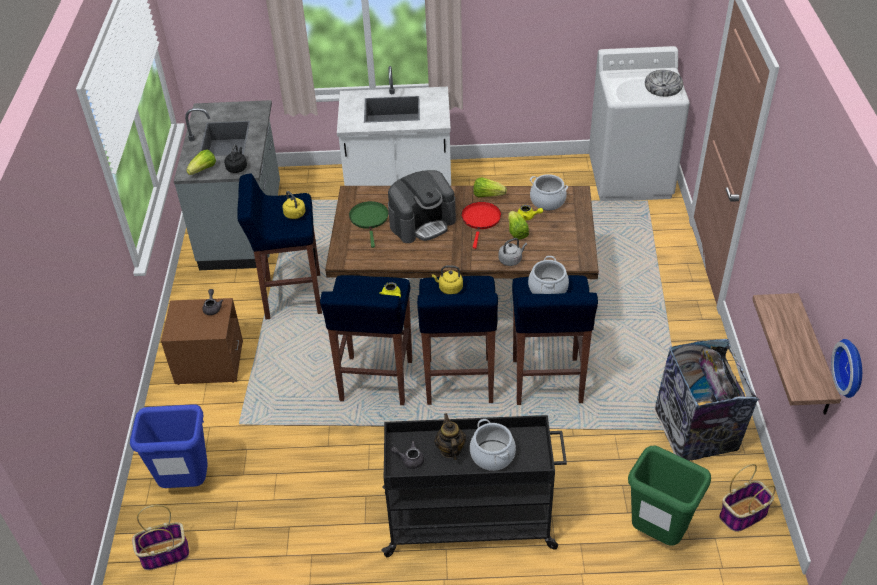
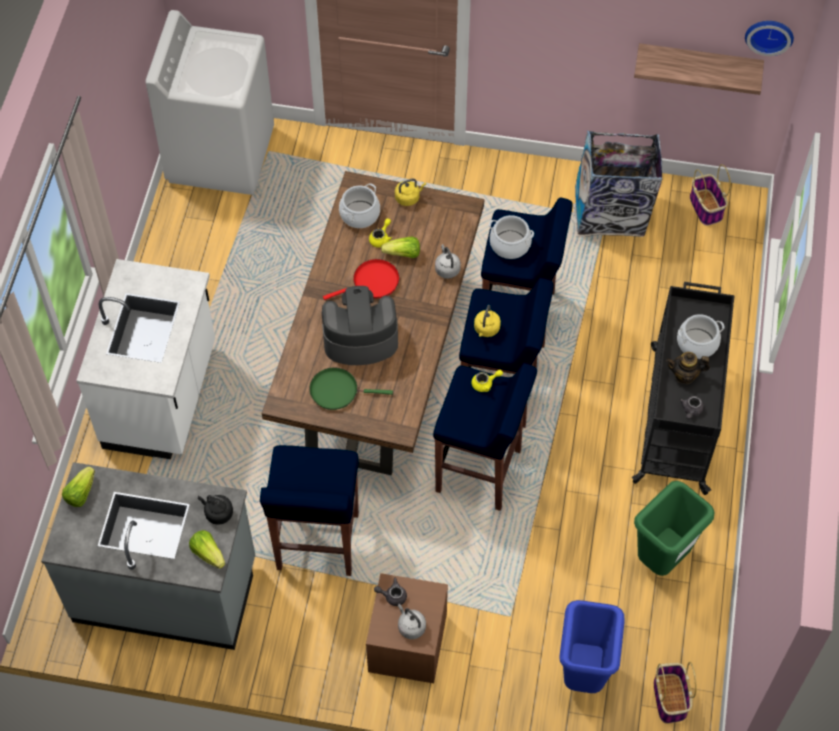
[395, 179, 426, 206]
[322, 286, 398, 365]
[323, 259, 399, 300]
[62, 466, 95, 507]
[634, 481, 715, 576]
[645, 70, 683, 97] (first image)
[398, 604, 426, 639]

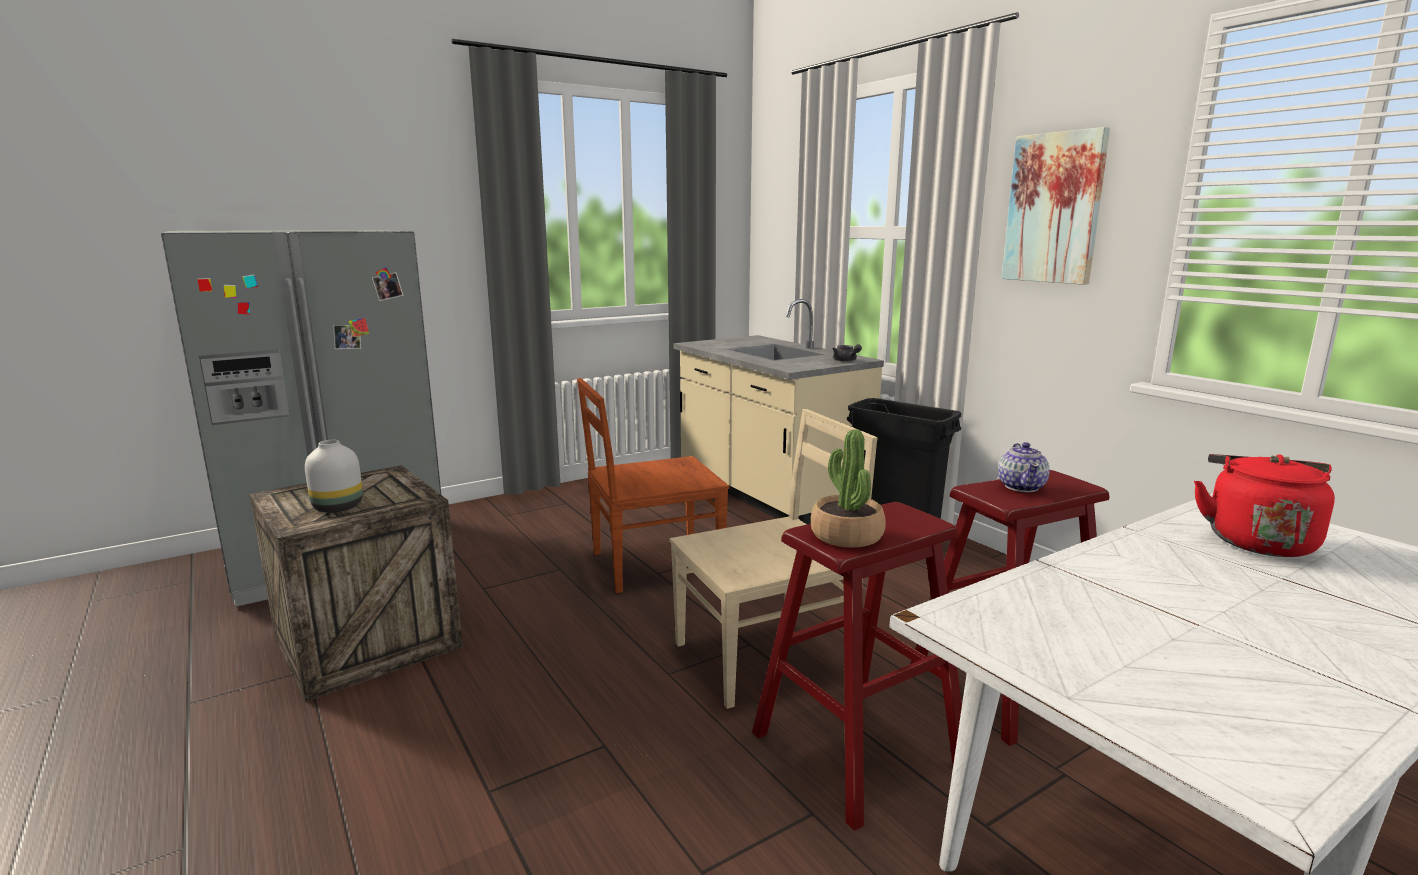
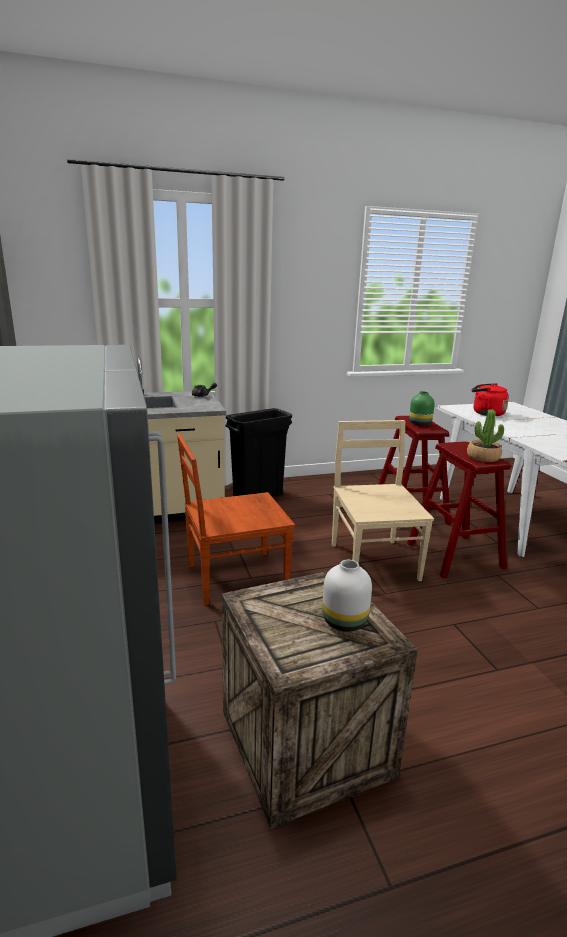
[177, 434, 295, 605]
[409, 391, 435, 426]
[1002, 127, 1110, 285] (first image)

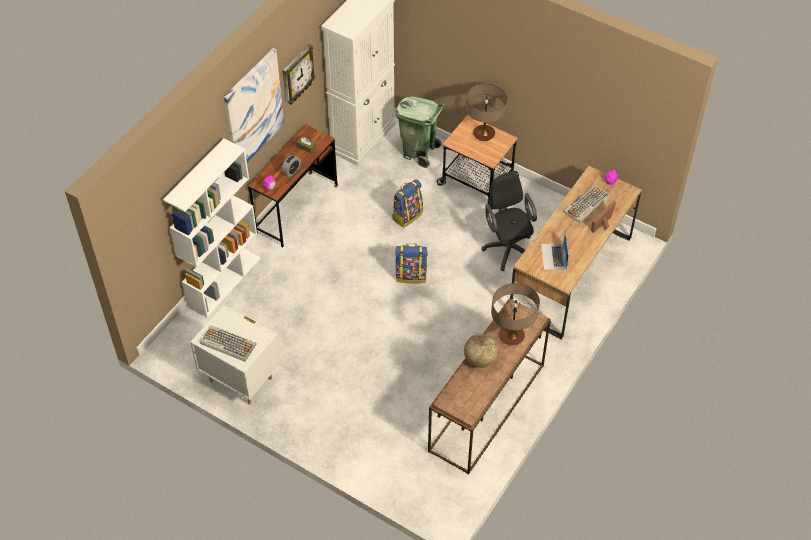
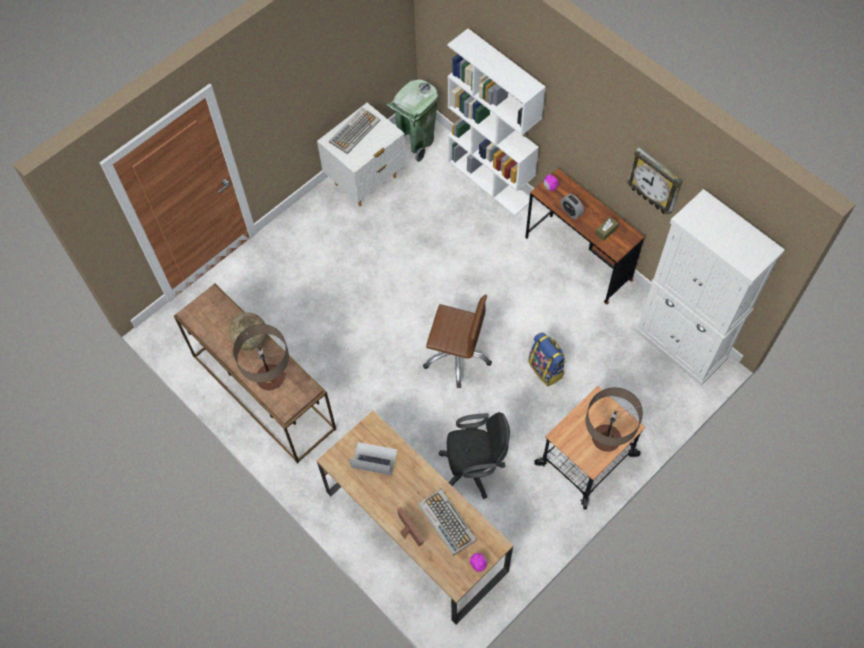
[224, 48, 284, 163] (first image)
[423, 295, 492, 388]
[387, 80, 439, 162]

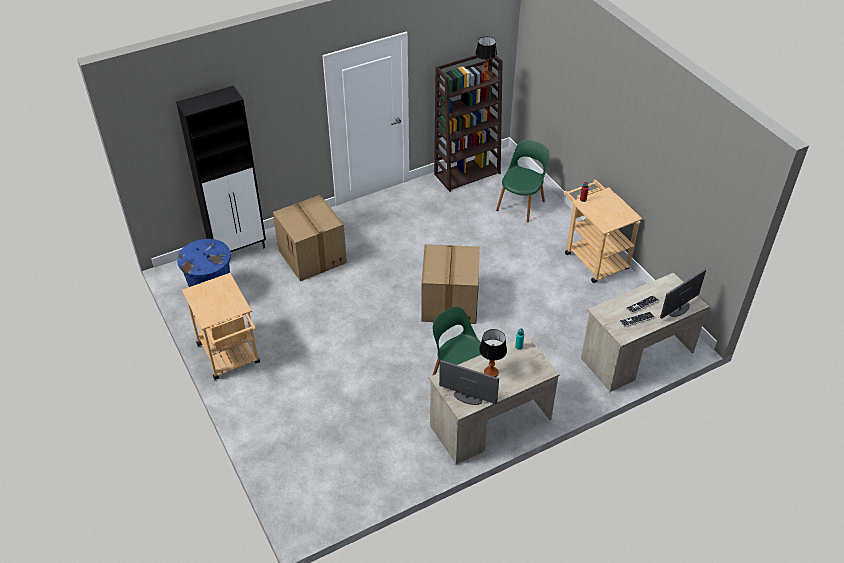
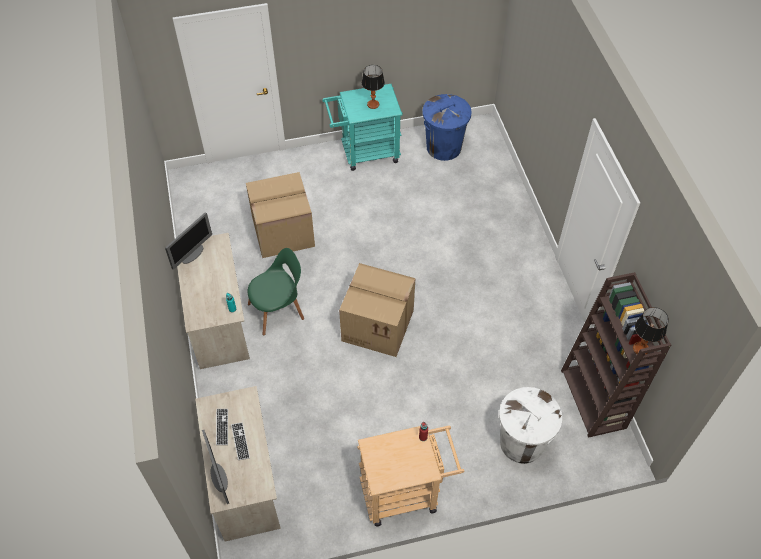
[176, 86, 266, 252] (first image)
[322, 84, 403, 171]
[246, 172, 315, 258]
[362, 65, 385, 109]
[499, 387, 562, 464]

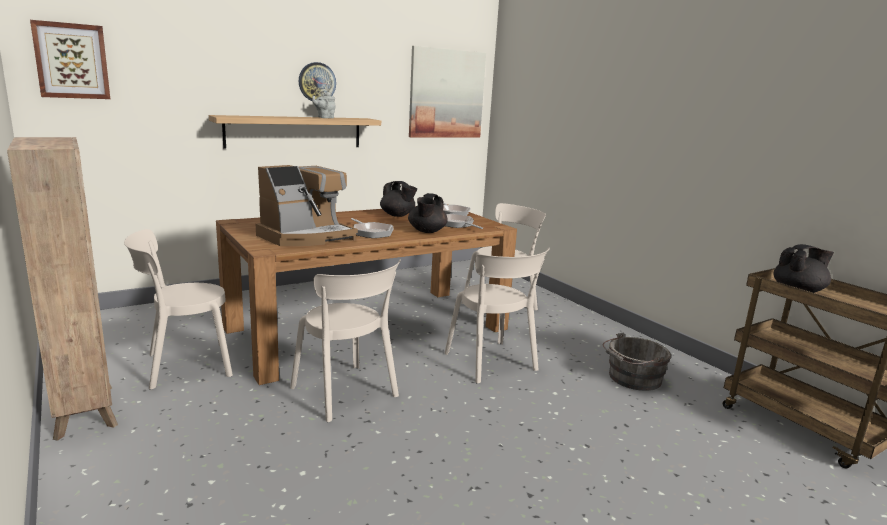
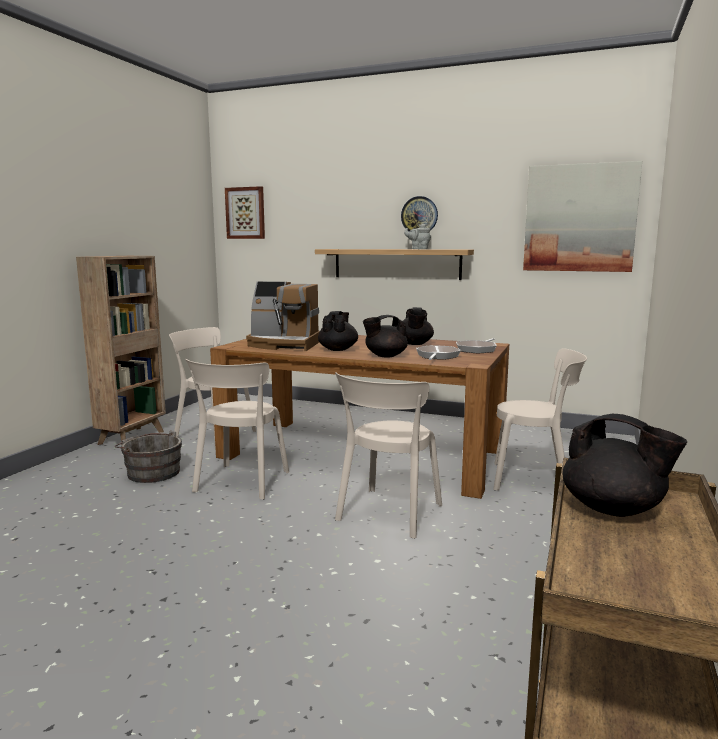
[318, 311, 358, 351]
[115, 430, 182, 483]

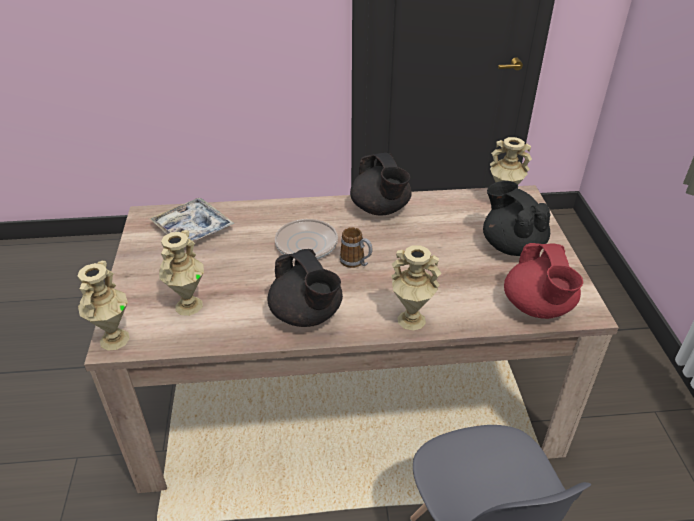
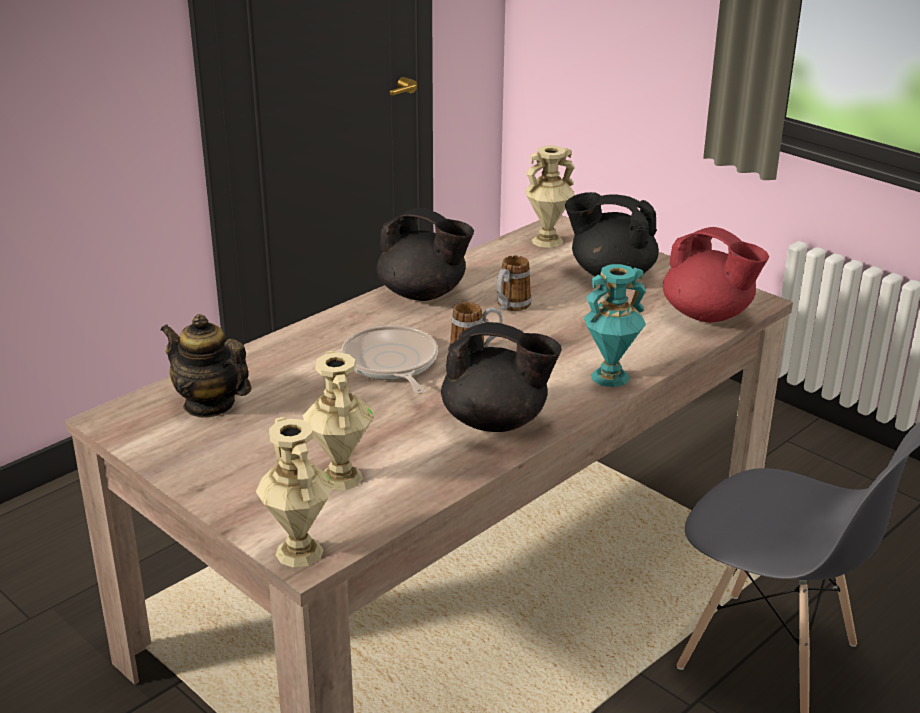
[160, 314, 251, 418]
[584, 264, 646, 387]
[497, 255, 532, 311]

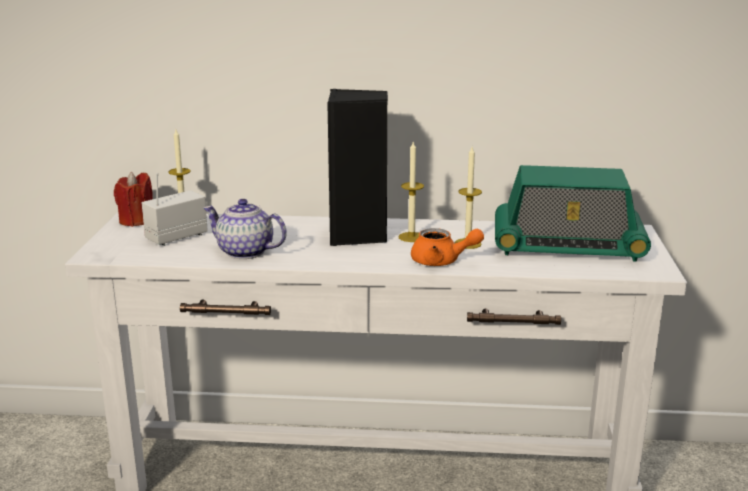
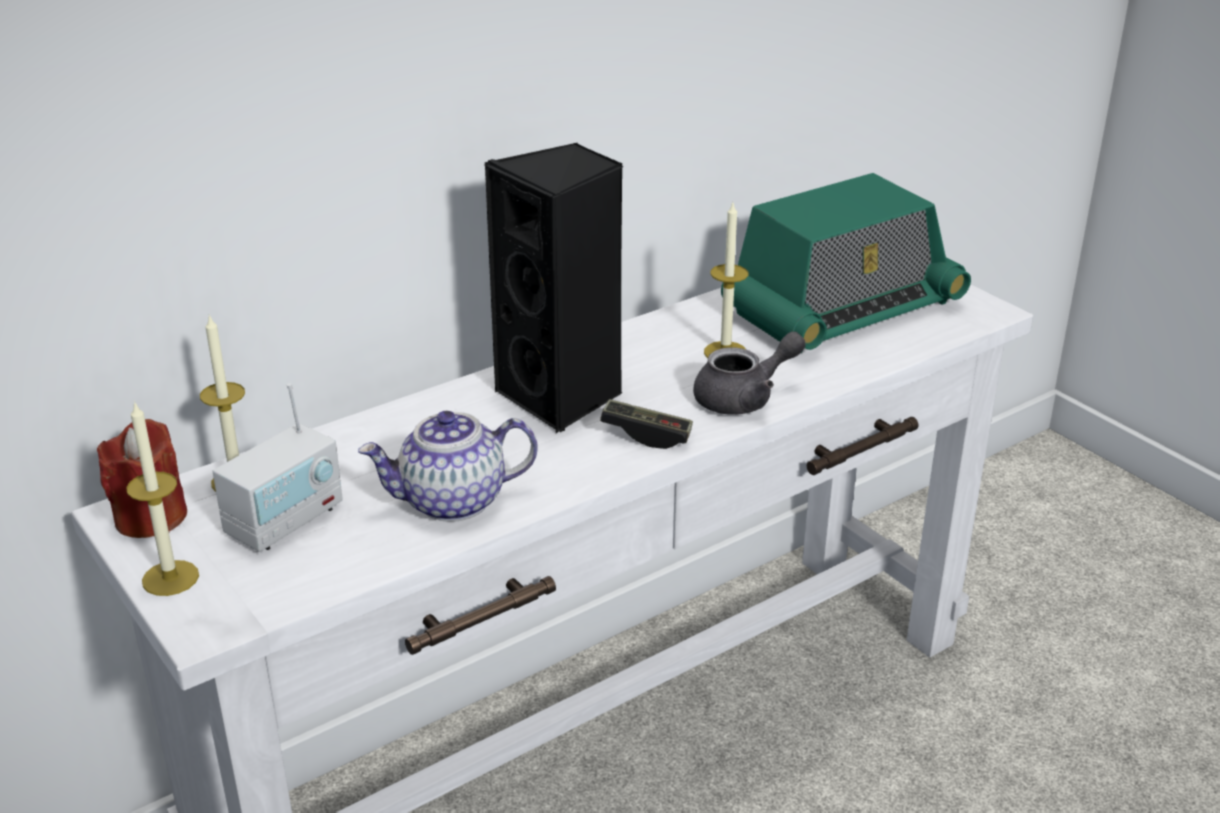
[213, 383, 343, 552]
[126, 401, 199, 596]
[693, 331, 806, 415]
[600, 399, 693, 449]

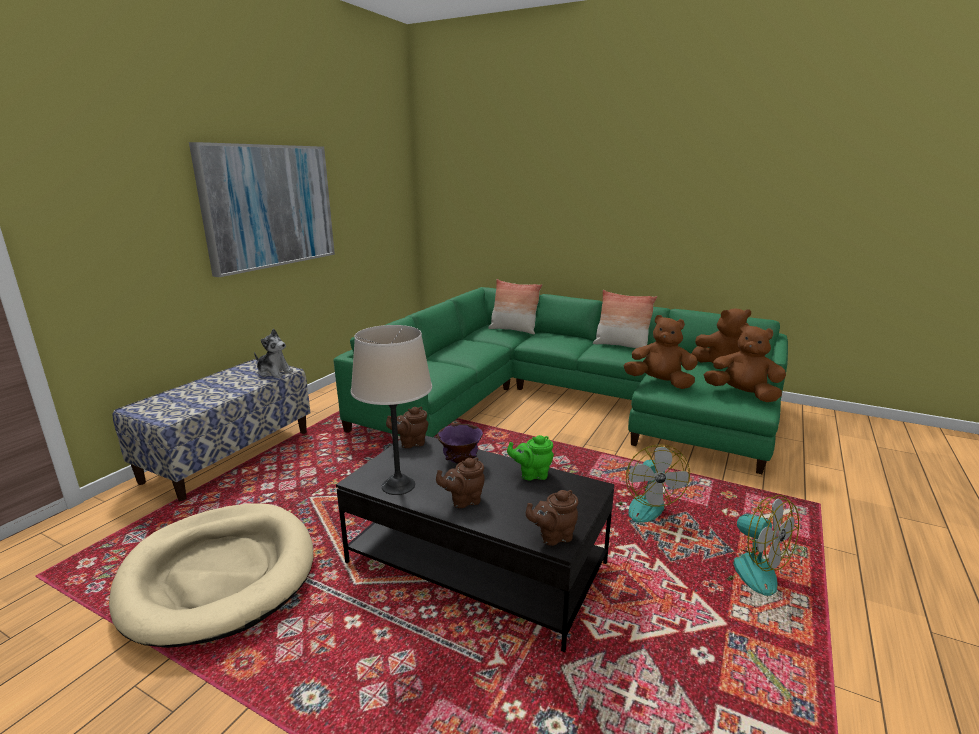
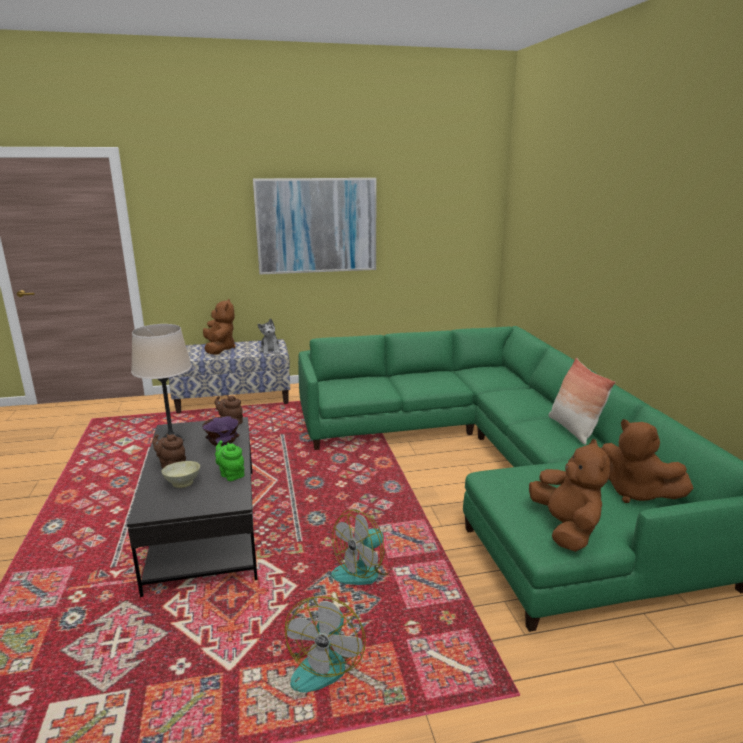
[109, 503, 314, 648] (first image)
[488, 279, 542, 334] (first image)
[526, 490, 578, 546] (first image)
[203, 299, 236, 355]
[161, 461, 200, 488]

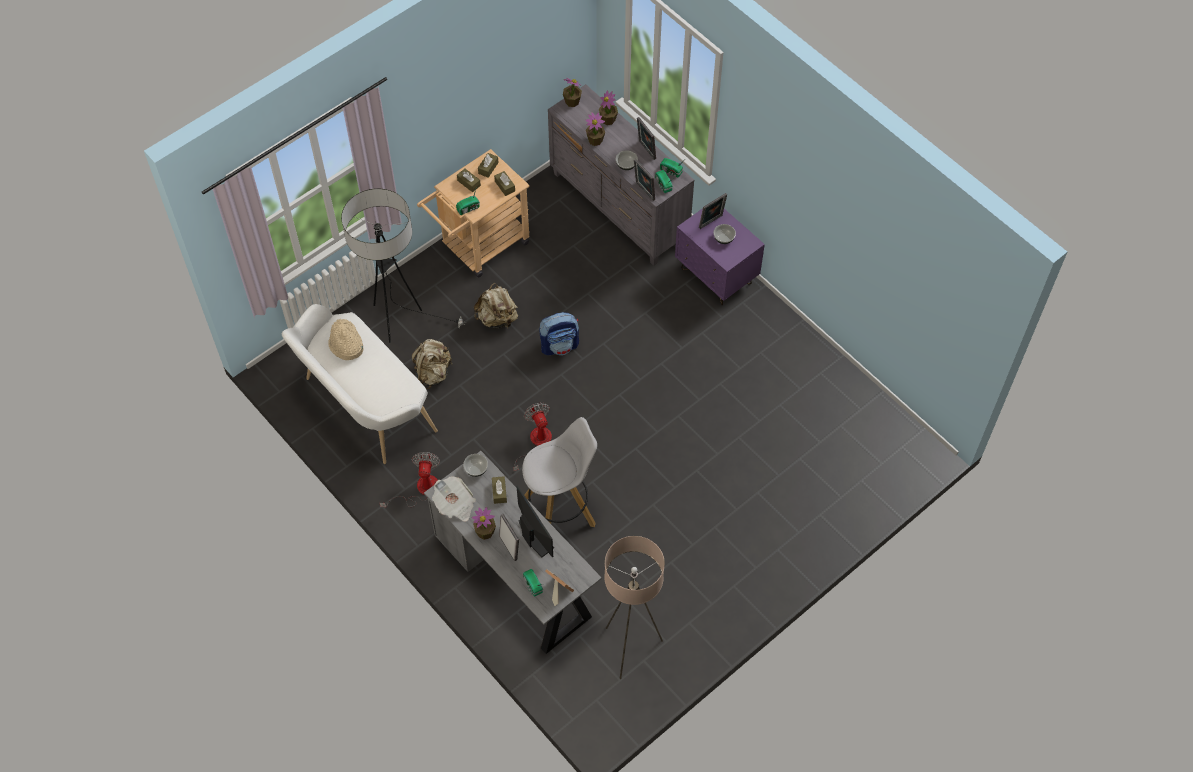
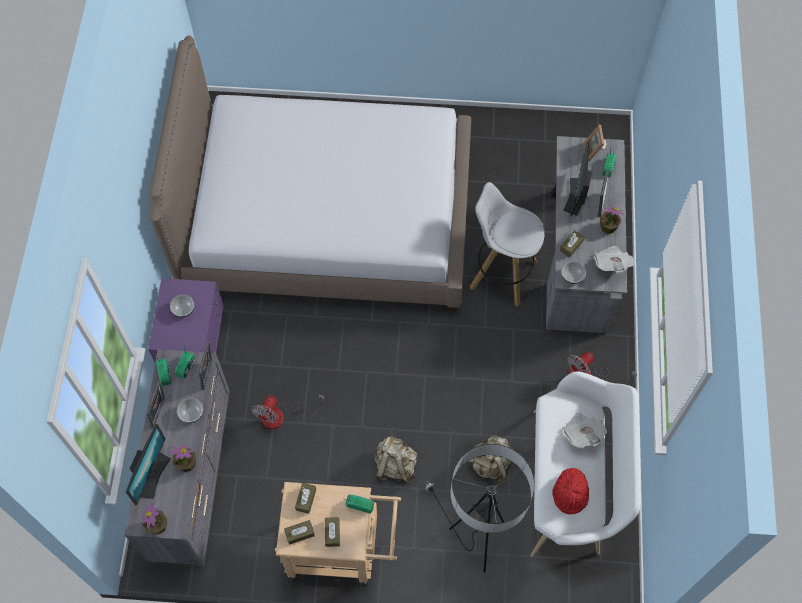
[552, 468, 589, 514]
[252, 394, 325, 429]
[539, 312, 579, 355] (first image)
[126, 424, 171, 506]
[604, 536, 665, 679] (first image)
[699, 193, 727, 229] (first image)
[150, 36, 471, 312]
[562, 413, 607, 448]

